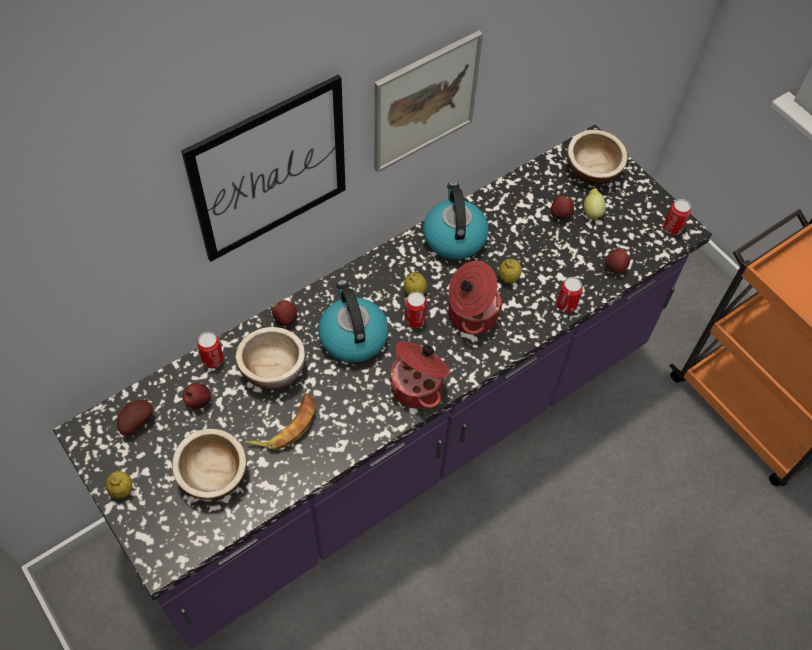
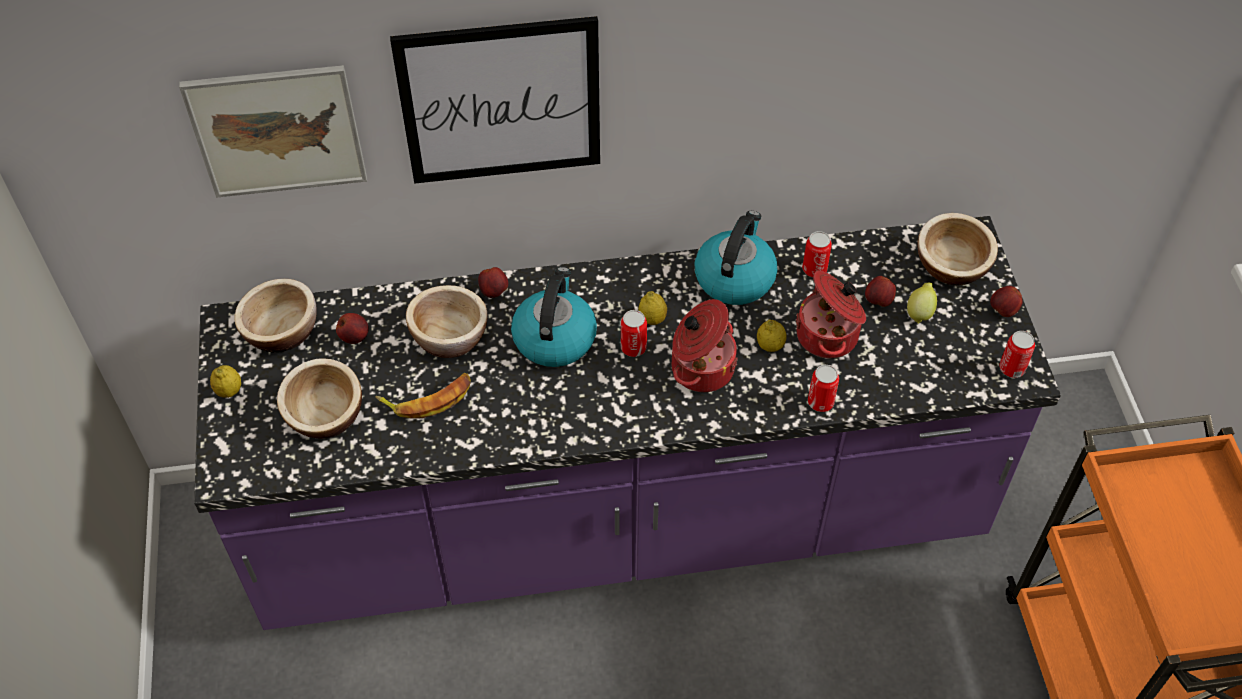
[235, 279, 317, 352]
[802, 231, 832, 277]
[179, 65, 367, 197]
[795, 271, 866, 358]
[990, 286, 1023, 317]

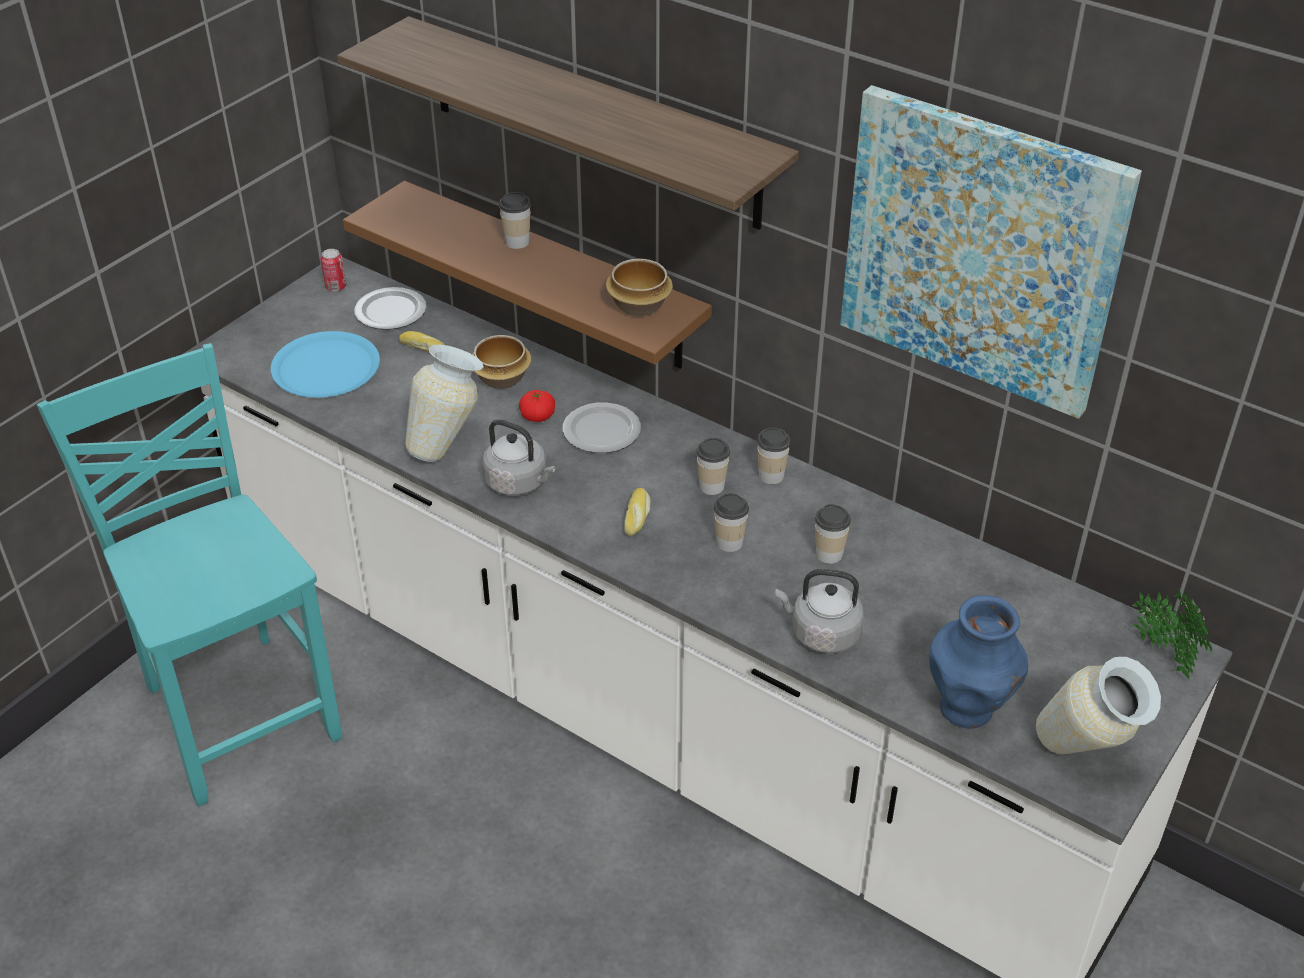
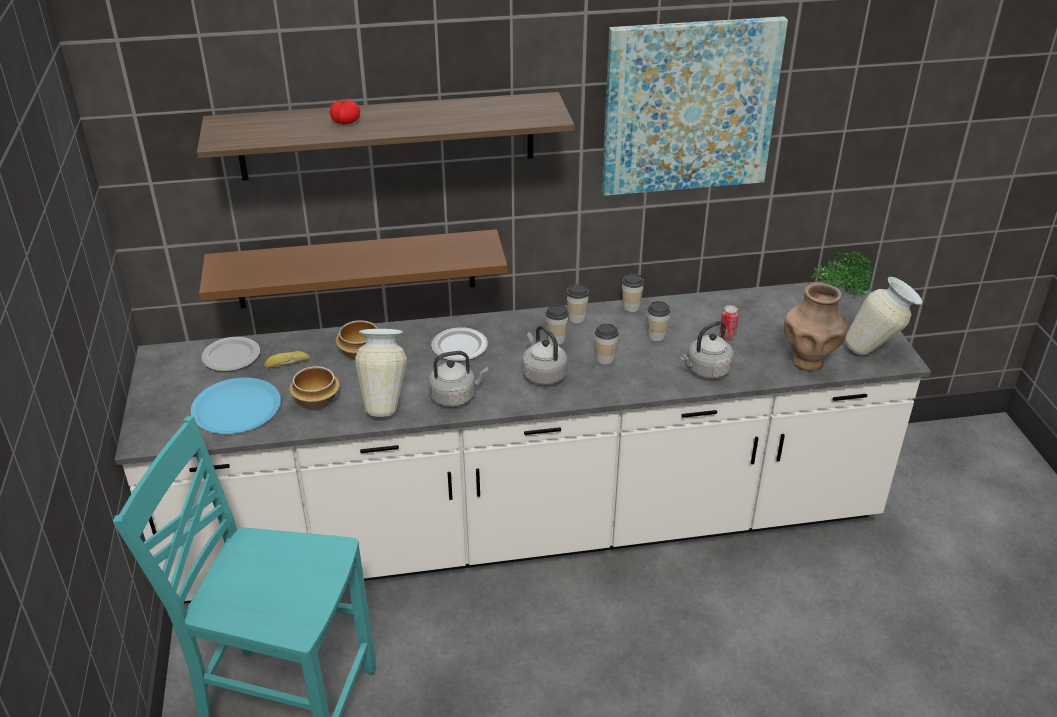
[719, 305, 739, 339]
[622, 273, 644, 312]
[330, 99, 360, 124]
[289, 366, 340, 409]
[522, 325, 568, 385]
[784, 283, 847, 371]

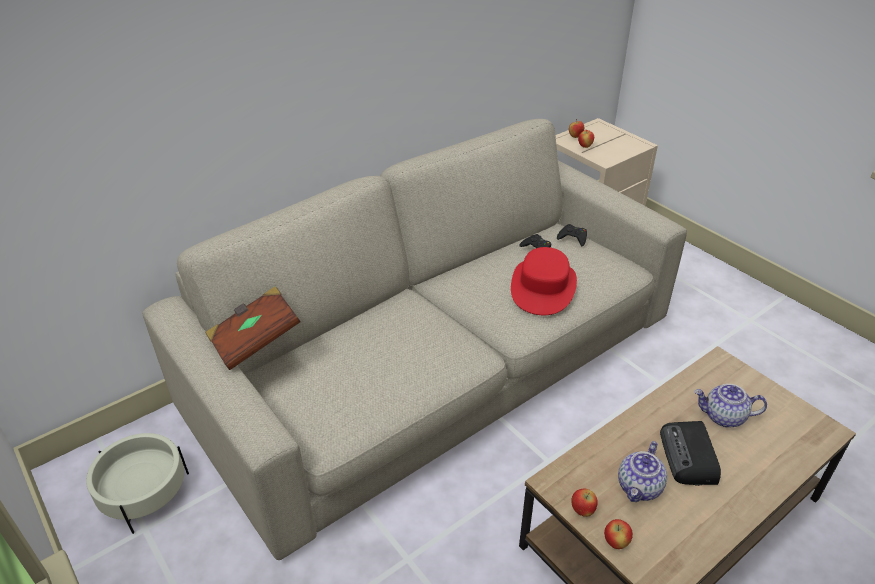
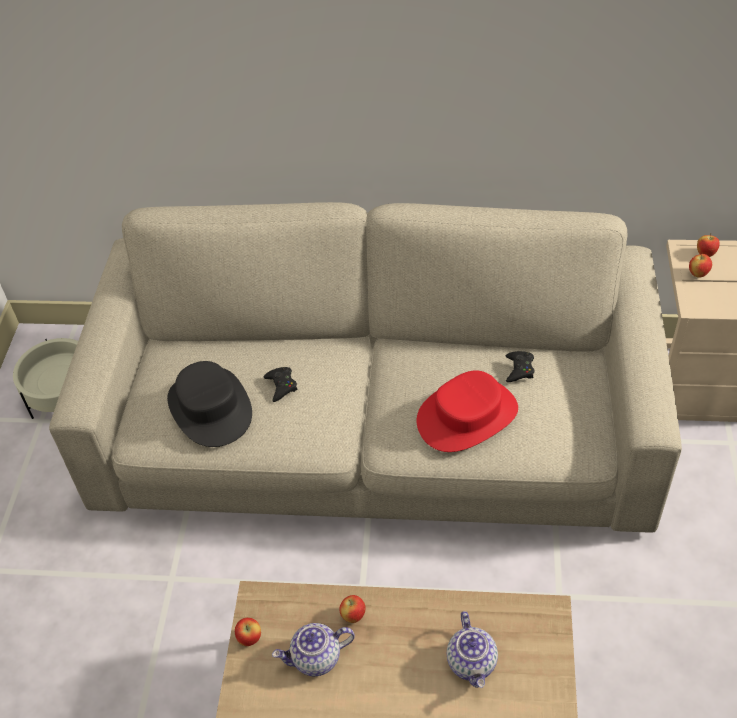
[205, 286, 301, 370] (first image)
[264, 367, 298, 402]
[339, 595, 366, 623]
[660, 421, 721, 486] (first image)
[447, 611, 498, 688]
[167, 361, 252, 447]

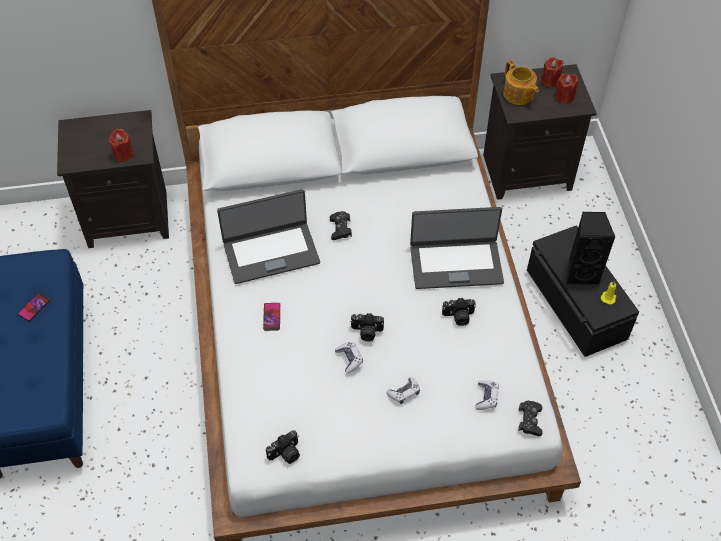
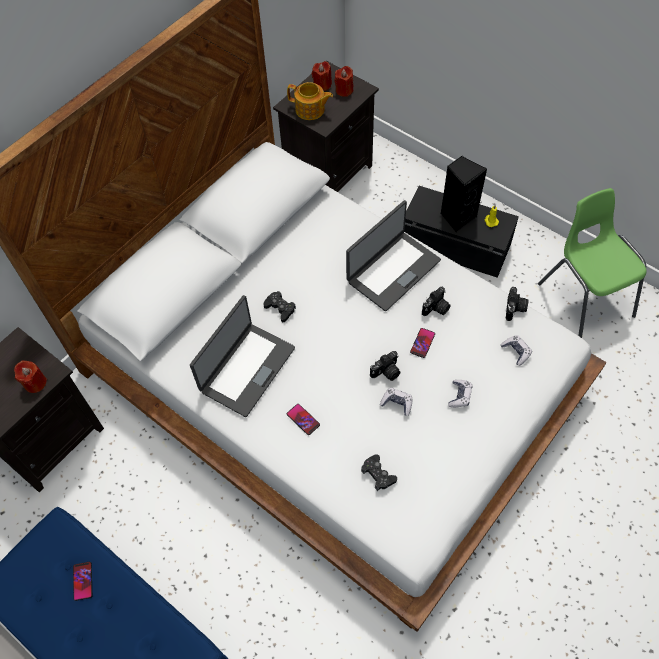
[506, 287, 528, 321]
[361, 454, 397, 491]
[410, 328, 435, 358]
[538, 188, 647, 338]

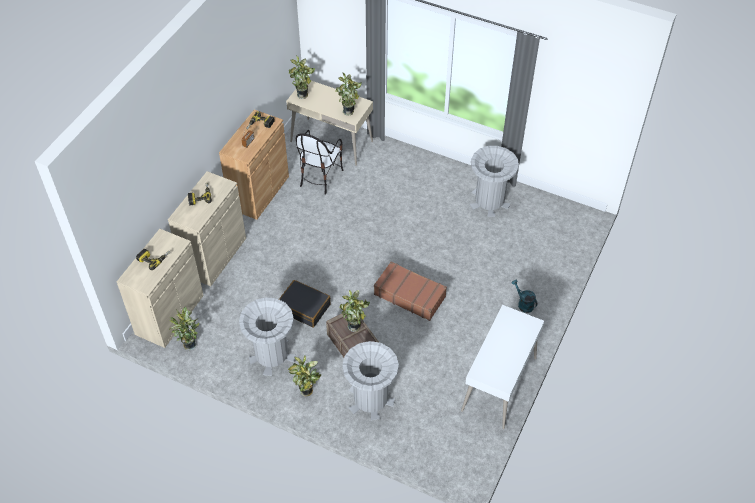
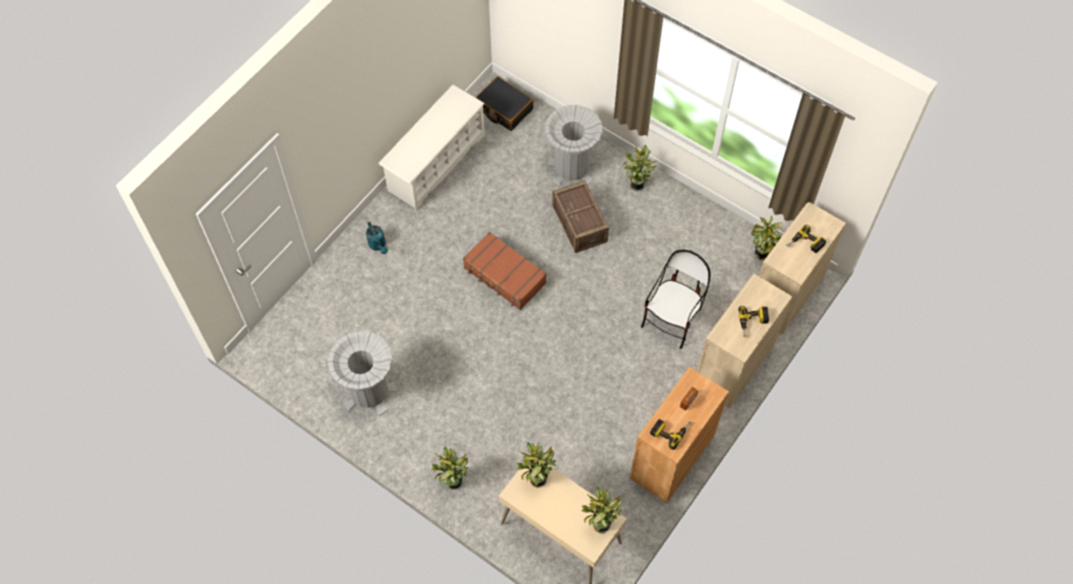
[239, 297, 296, 376] (first image)
[476, 76, 533, 131]
[641, 250, 711, 349]
[431, 446, 469, 490]
[379, 85, 485, 211]

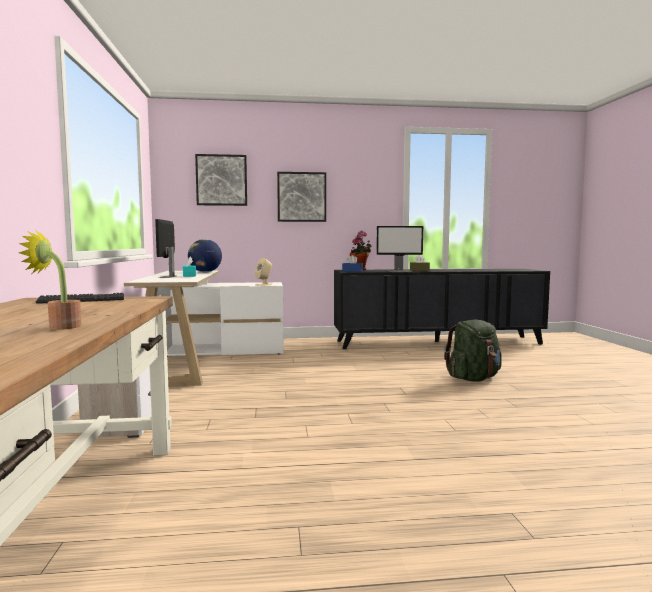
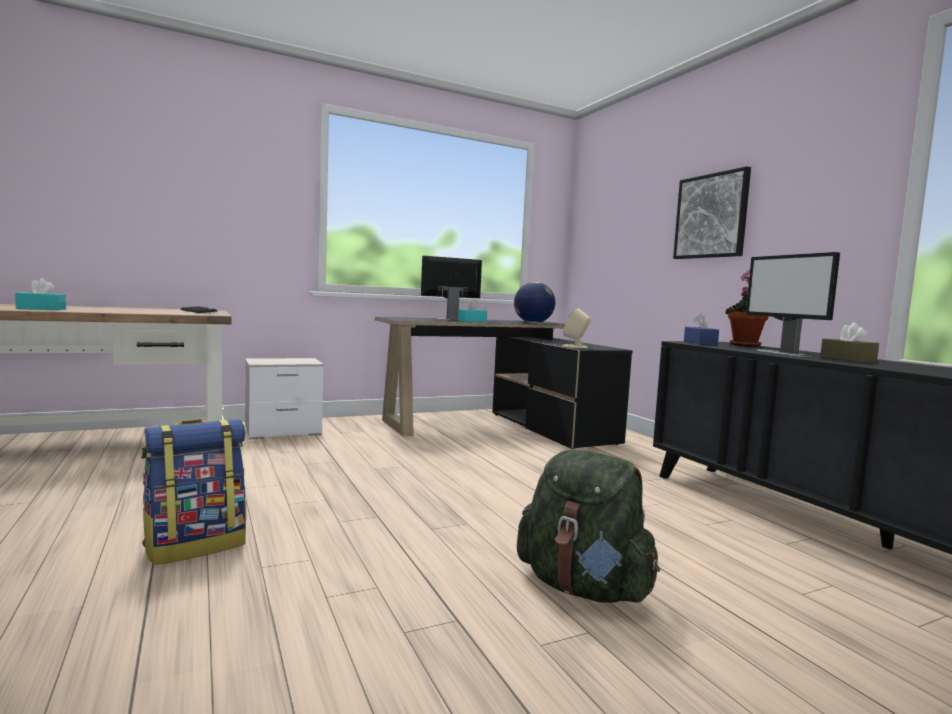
[15, 278, 66, 310]
[375, 317, 633, 449]
[195, 154, 247, 206] (first image)
[141, 419, 246, 565]

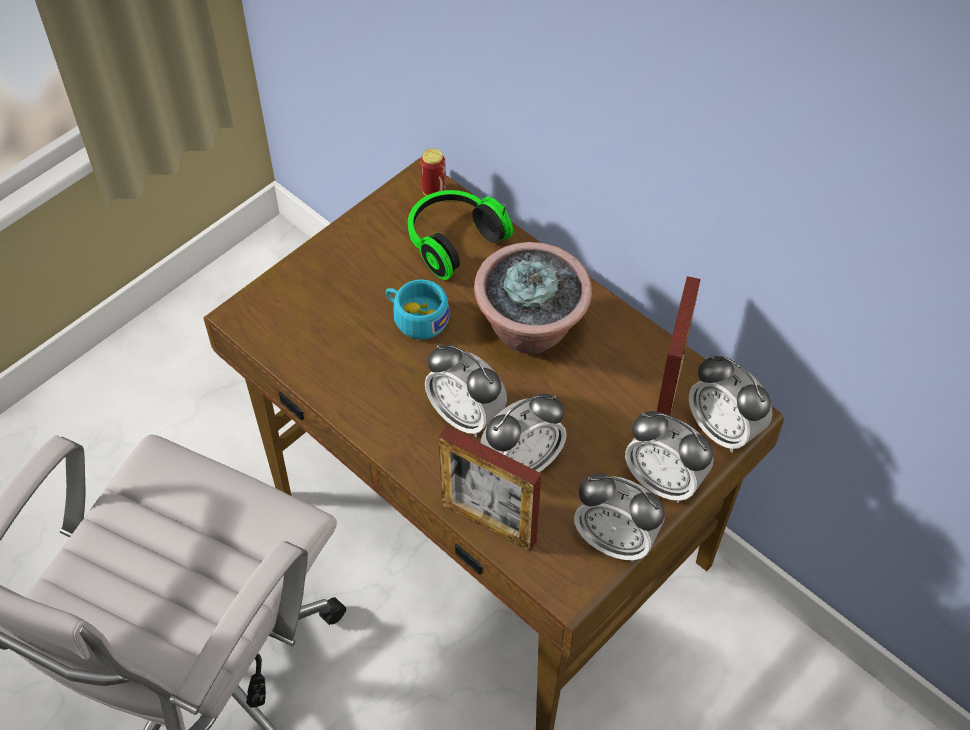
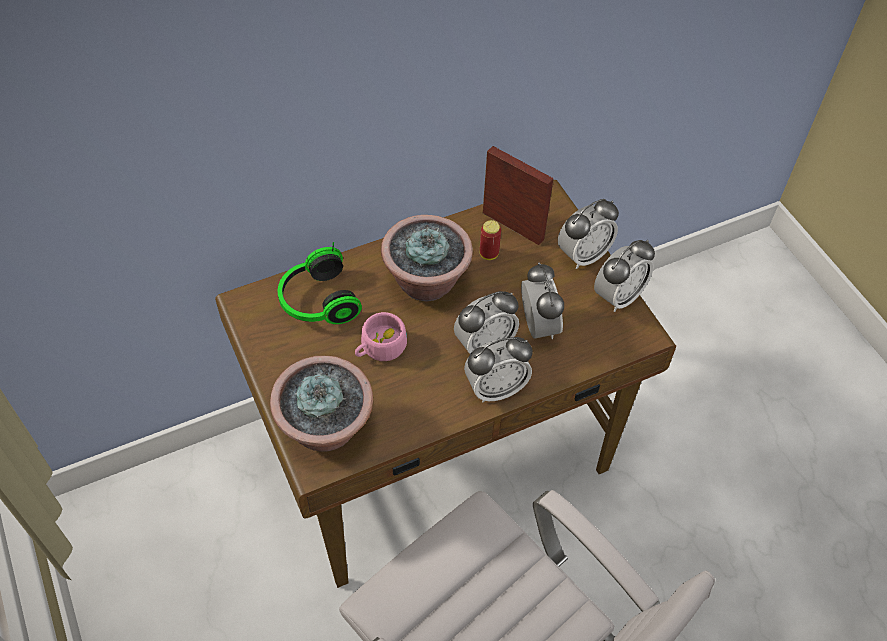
[355, 312, 407, 361]
[480, 220, 501, 260]
[439, 426, 542, 551] (first image)
[464, 337, 533, 402]
[270, 356, 373, 452]

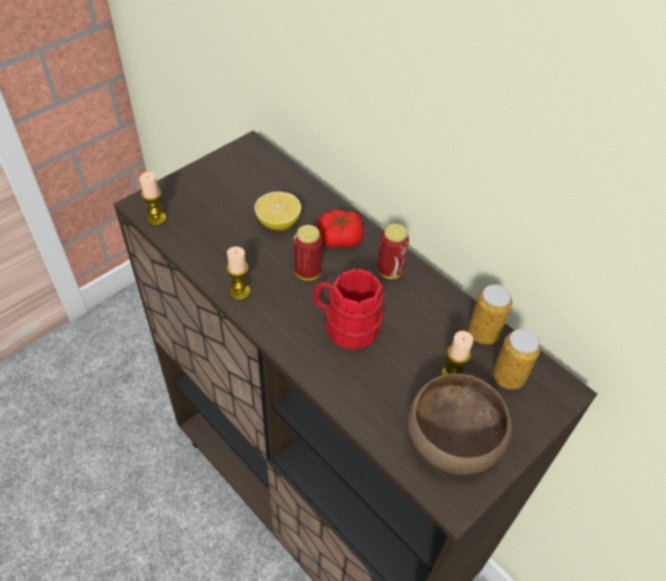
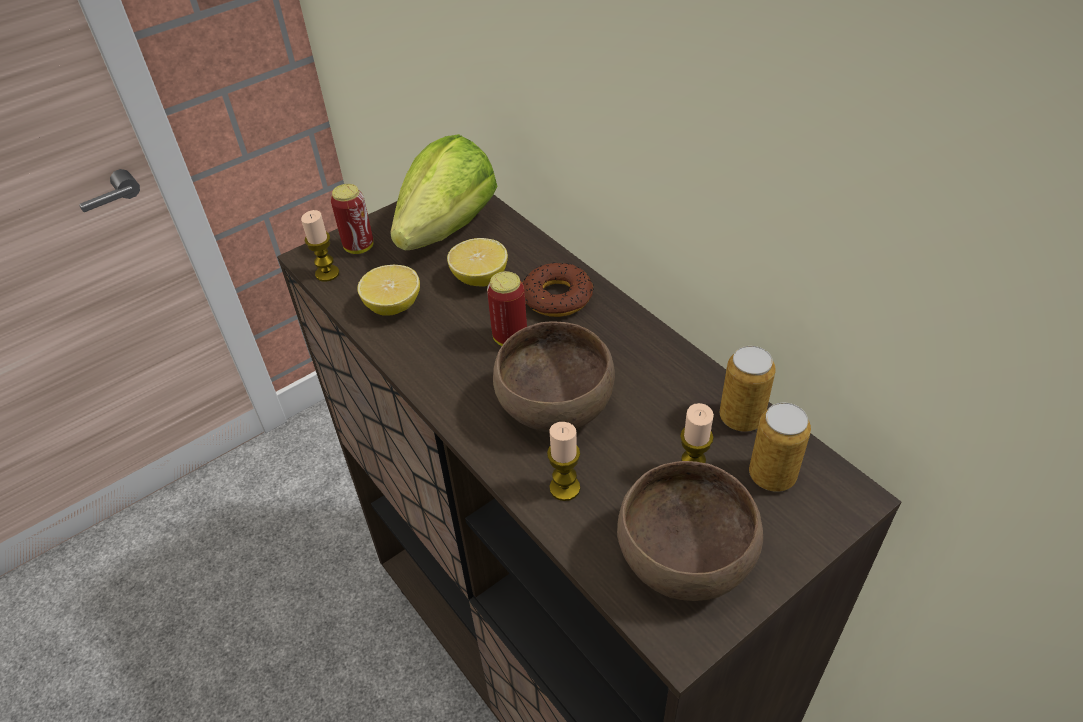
[547, 422, 580, 501]
[493, 321, 615, 433]
[523, 262, 594, 317]
[331, 184, 373, 254]
[357, 265, 420, 316]
[390, 134, 498, 250]

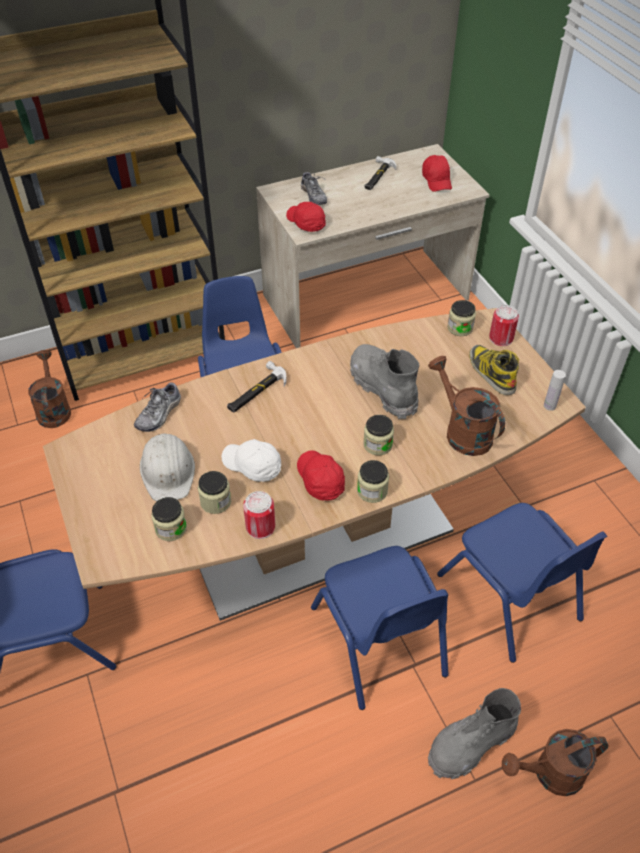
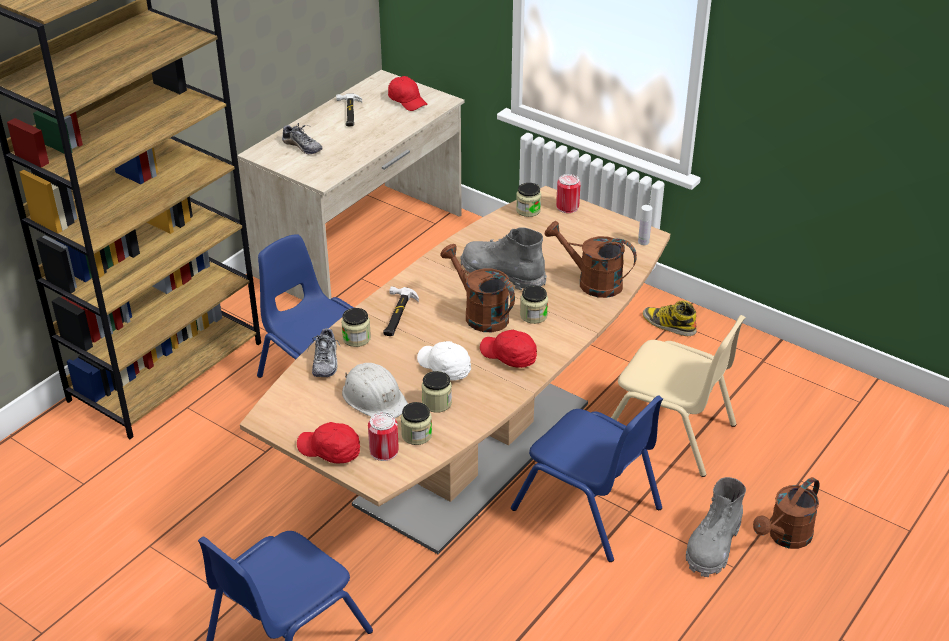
[440, 244, 515, 332]
[417, 341, 471, 381]
[368, 412, 399, 461]
[297, 422, 360, 463]
[341, 308, 371, 347]
[611, 315, 746, 477]
[643, 301, 697, 336]

